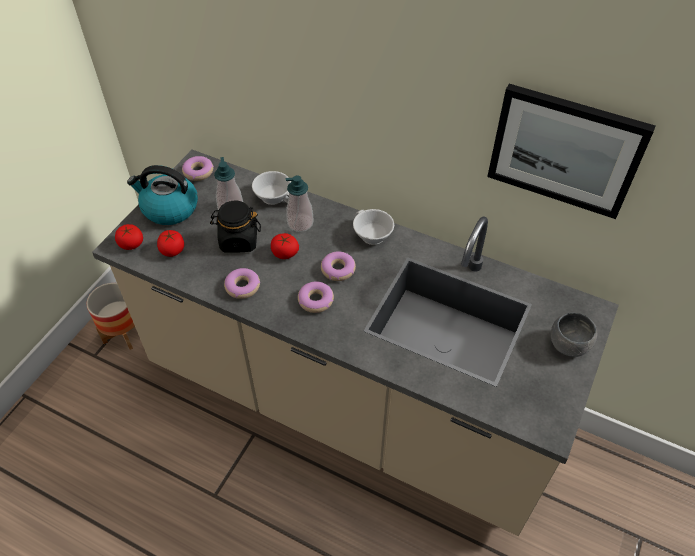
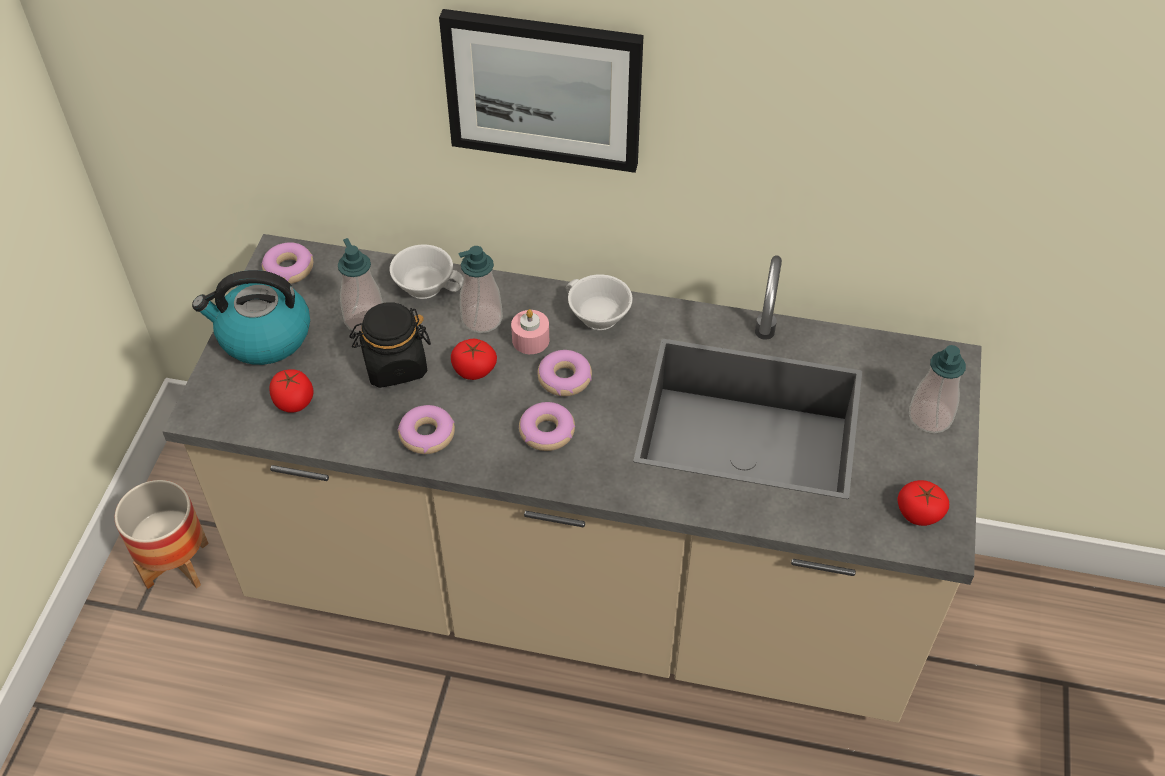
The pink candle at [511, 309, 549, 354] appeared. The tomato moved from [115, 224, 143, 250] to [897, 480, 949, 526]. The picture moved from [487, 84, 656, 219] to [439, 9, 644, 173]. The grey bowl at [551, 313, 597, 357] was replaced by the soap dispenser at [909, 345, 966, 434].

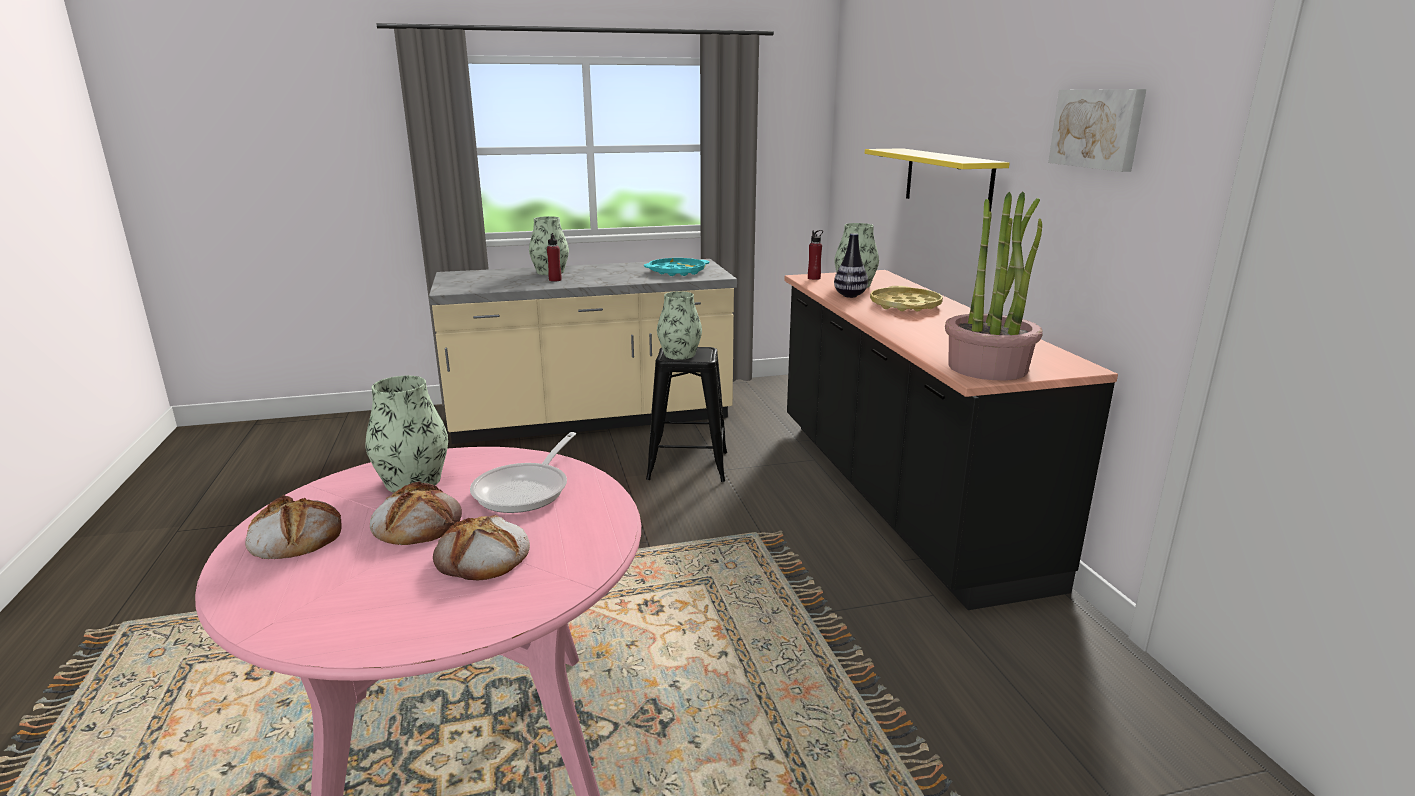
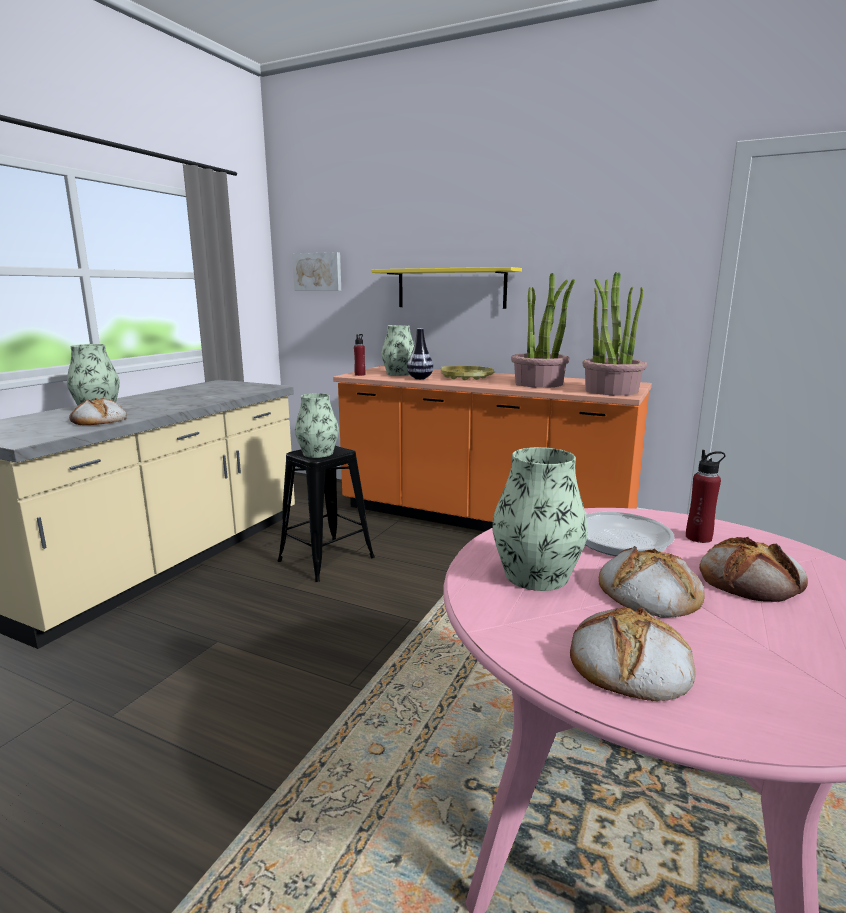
The turquoise tray at [644, 258, 709, 276] disappeared. The bread at [69, 398, 127, 425] appeared. The potted plant at [511, 273, 575, 388] appeared. The red bottle moved from [547, 233, 562, 282] to [686, 450, 725, 543]. The picture moved from [1048, 89, 1146, 172] to [292, 252, 341, 291]. The black counter at [785, 270, 1118, 610] became the orange counter at [333, 366, 652, 531].

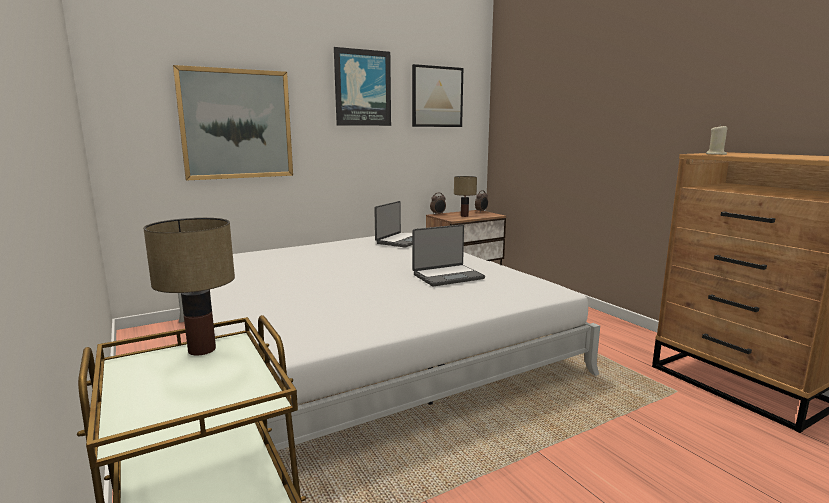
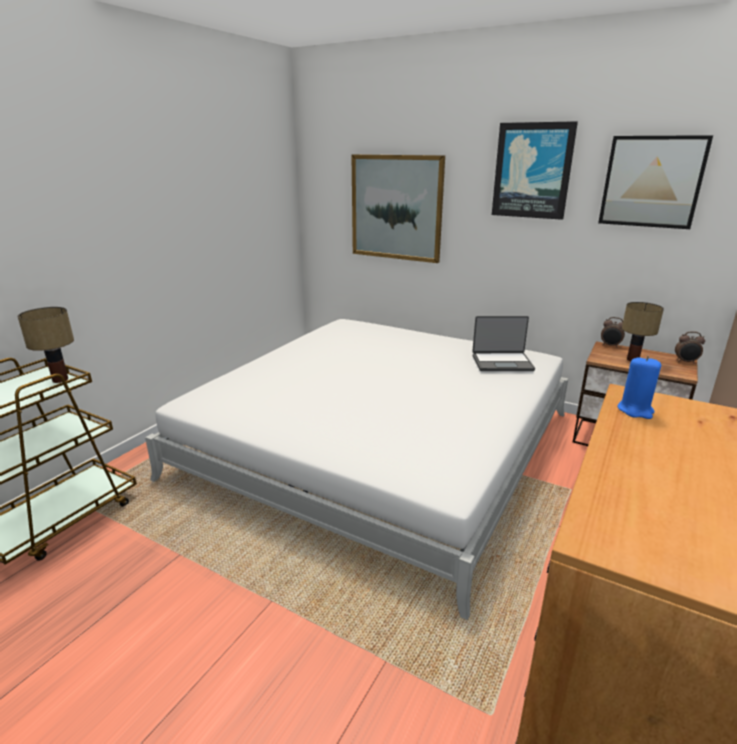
The laptop at [412, 225, 485, 286] disappeared. The beige candle at [706, 124, 727, 155] became the blue candle at [617, 356, 661, 419].

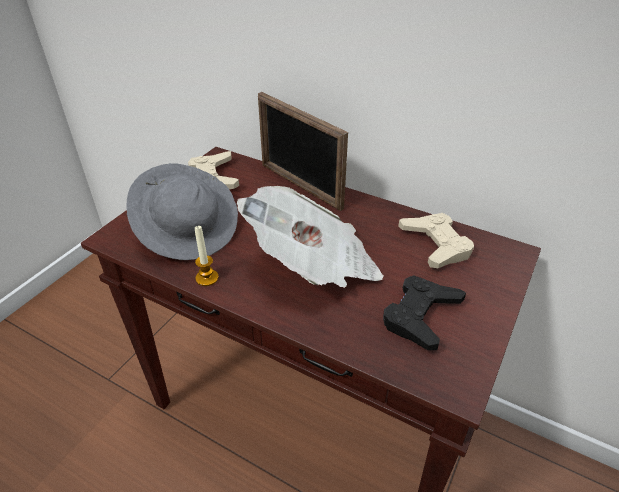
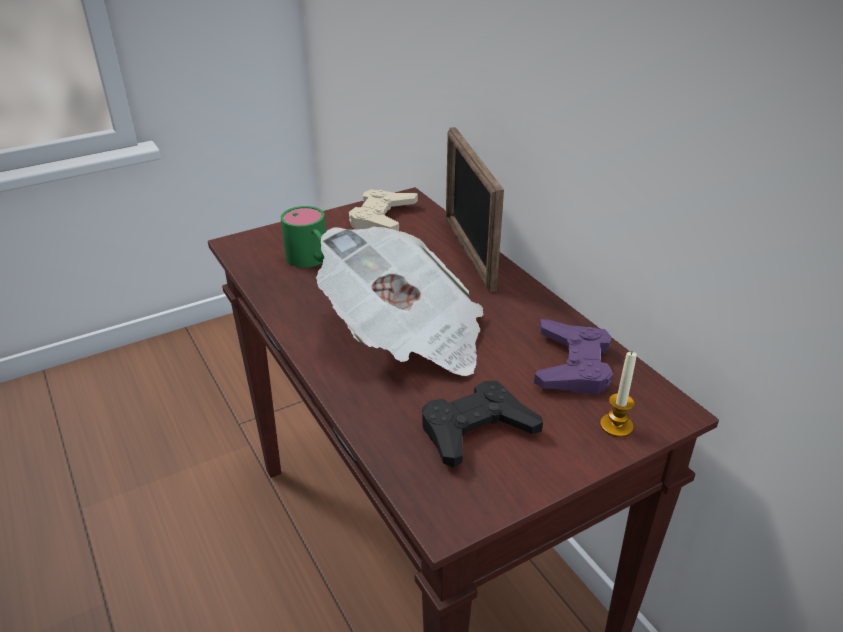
The candle moved from [195, 225, 219, 286] to [600, 352, 637, 437]. The grey hat at [126, 163, 238, 260] was replaced by the green mug at [281, 206, 326, 267]. The beige game controller at [398, 213, 474, 268] became the purple game controller at [534, 319, 613, 394].

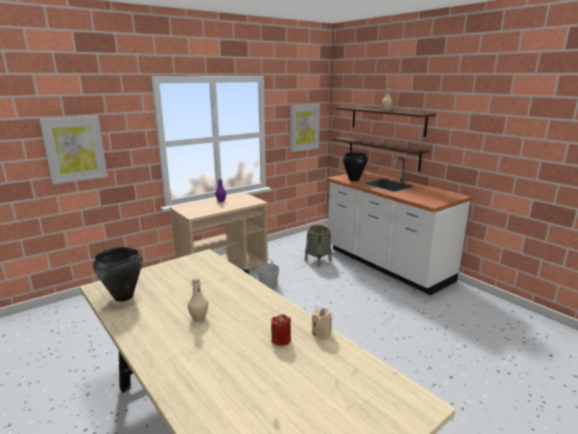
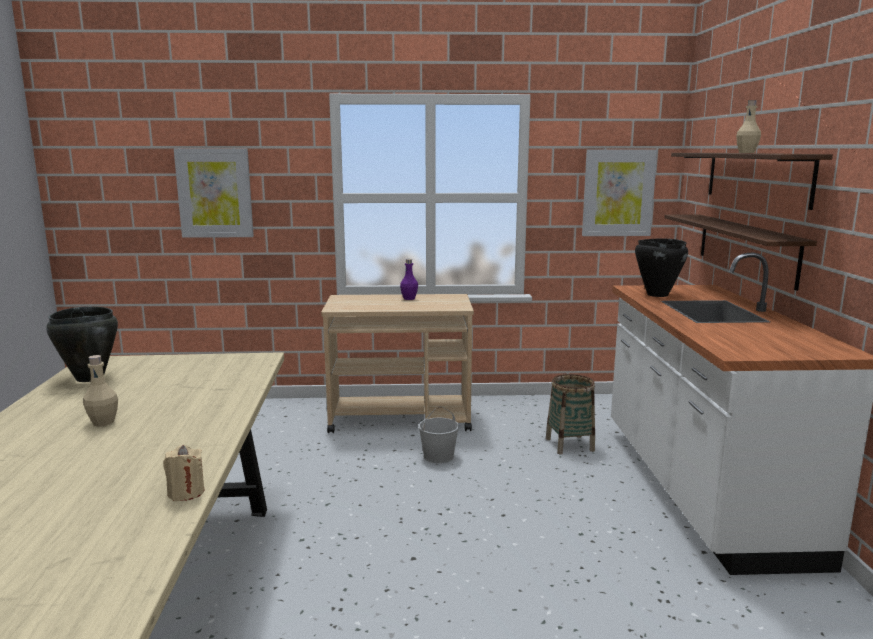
The red candle at [271, 314, 291, 346] disappeared.

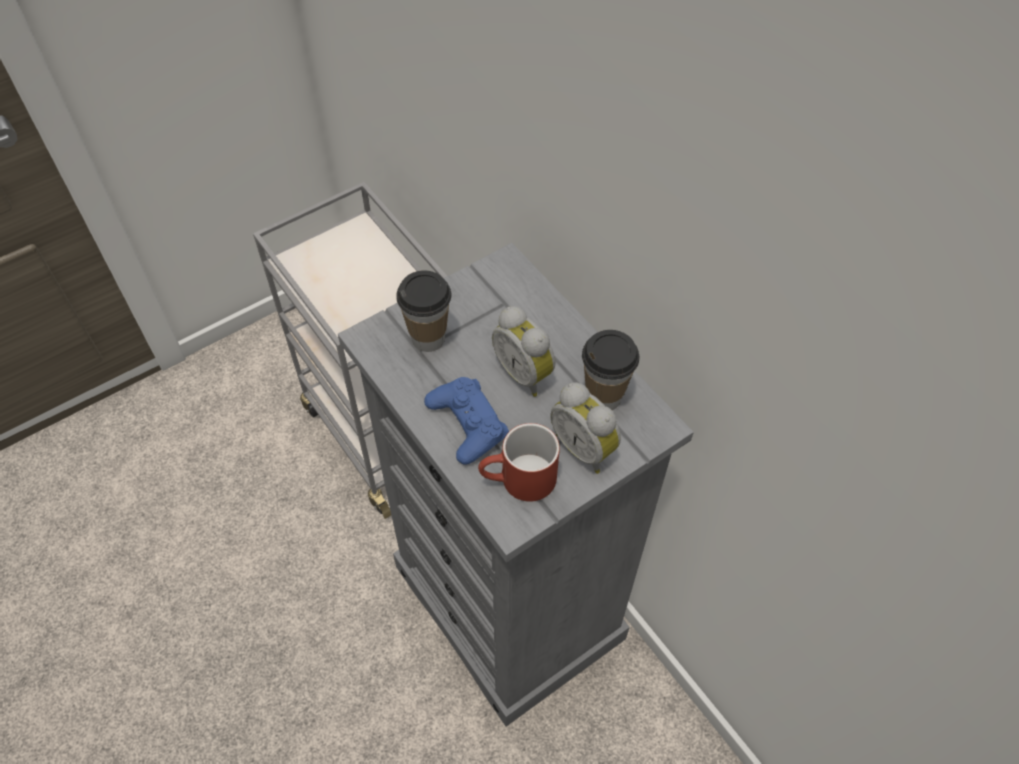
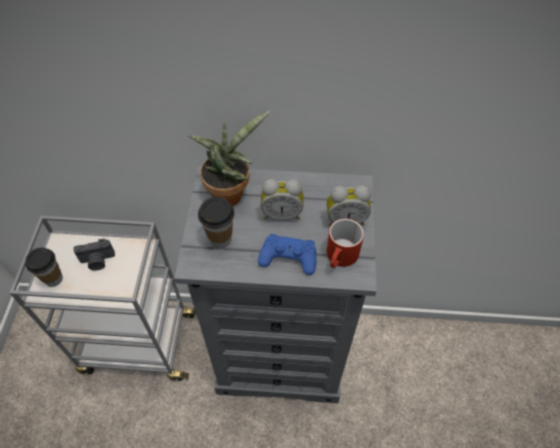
The photo camera at [74, 239, 115, 271] appeared. The potted plant at [188, 111, 270, 206] appeared. The cup moved from [582, 330, 639, 410] to [25, 248, 63, 287].

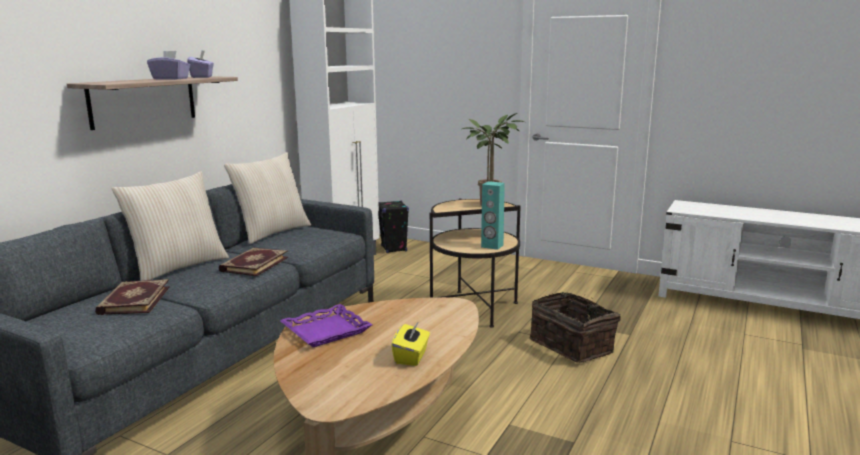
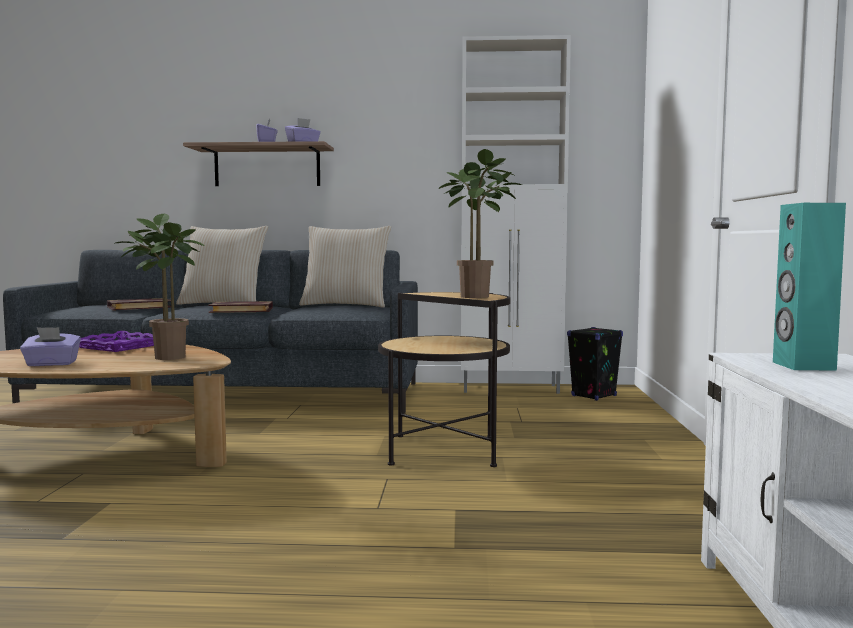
The basket at [529, 292, 621, 363] disappeared. The potted plant at [116, 214, 204, 360] appeared. The turquoise speaker moved from [481, 181, 505, 250] to [773, 203, 846, 370]. The yellow tissue box at [391, 321, 430, 366] became the purple tissue box at [20, 327, 81, 366].

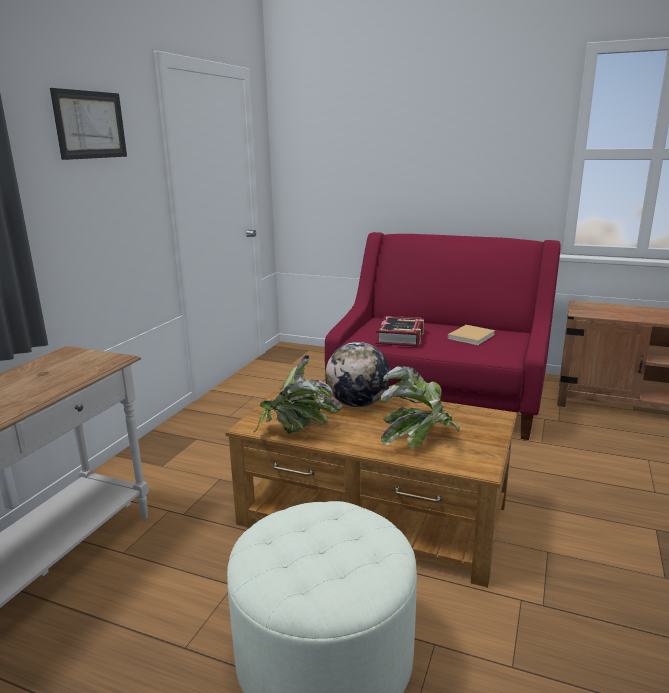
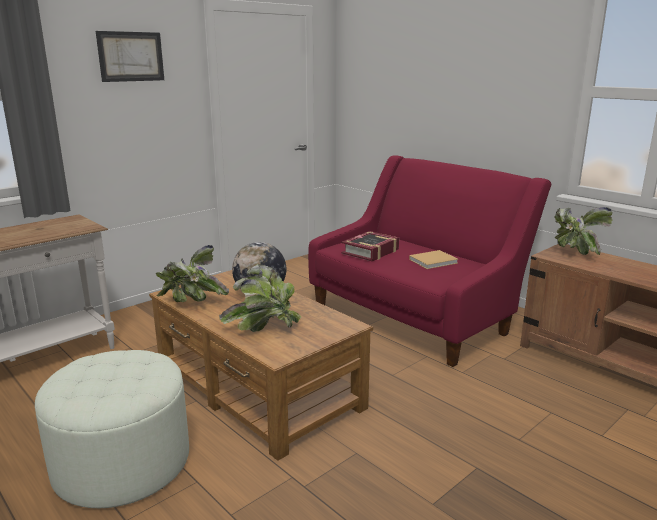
The potted plant at [554, 207, 613, 255] appeared.

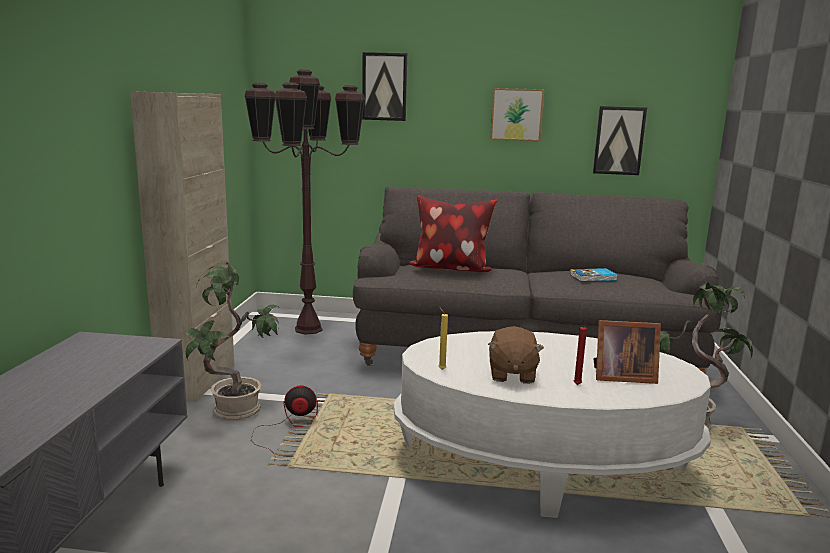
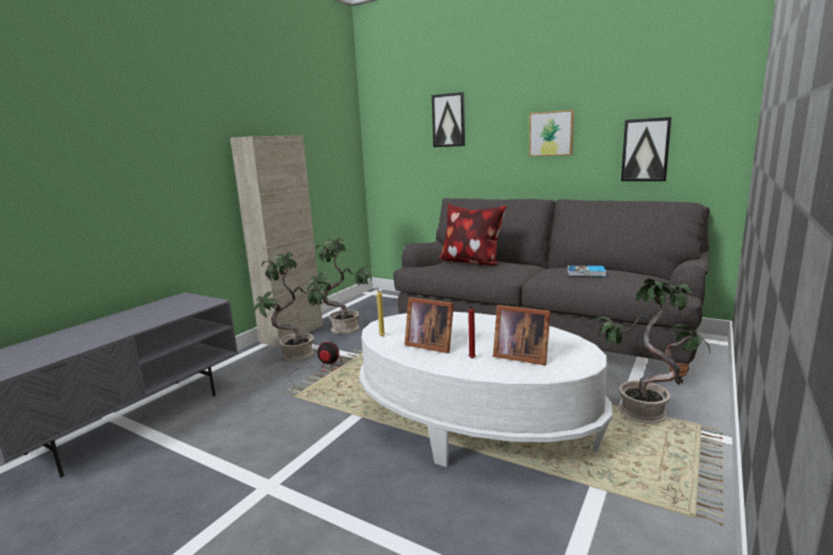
The brown floor lamp at [244, 69, 365, 335] disappeared. The potted plant at [308, 237, 372, 334] appeared. The brown plush toy at [488, 326, 544, 384] was replaced by the picture frame at [405, 297, 454, 353].

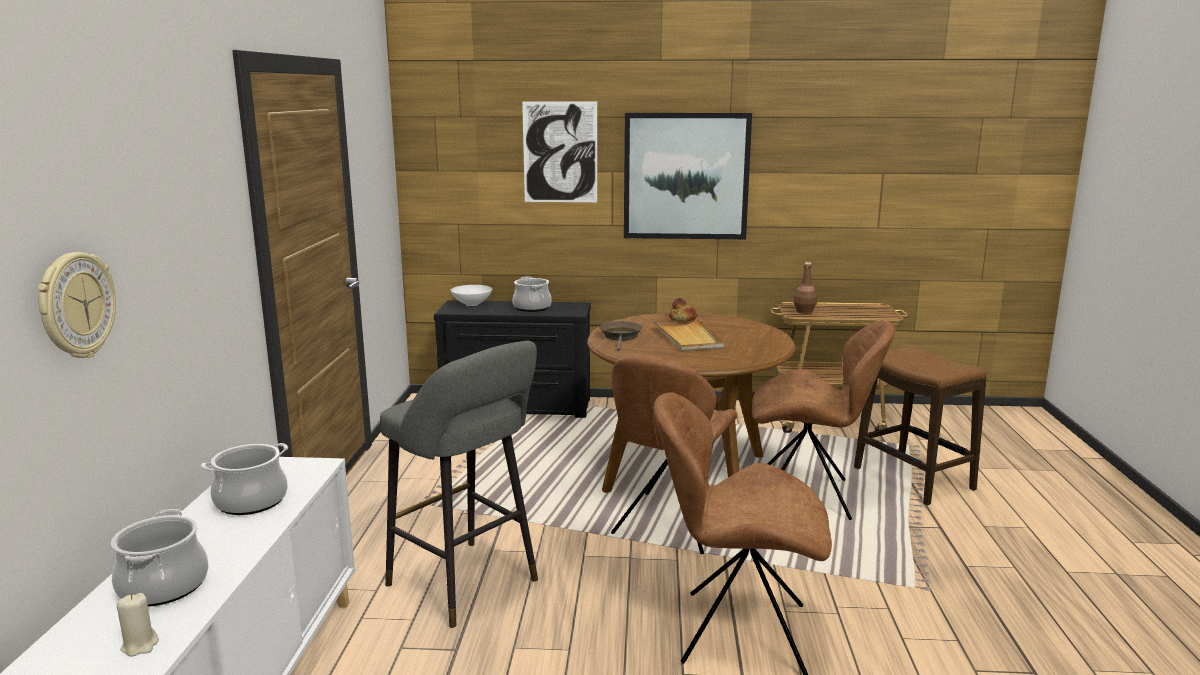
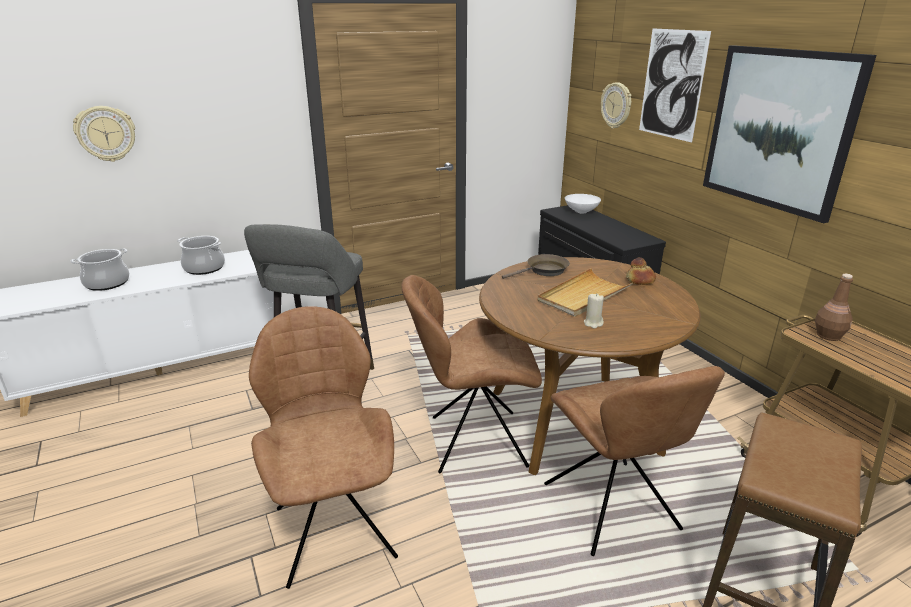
The cooking pot at [512, 276, 552, 312] disappeared. The wall clock at [601, 82, 631, 128] appeared. The beige candle moved from [117, 593, 159, 657] to [584, 293, 604, 329].

